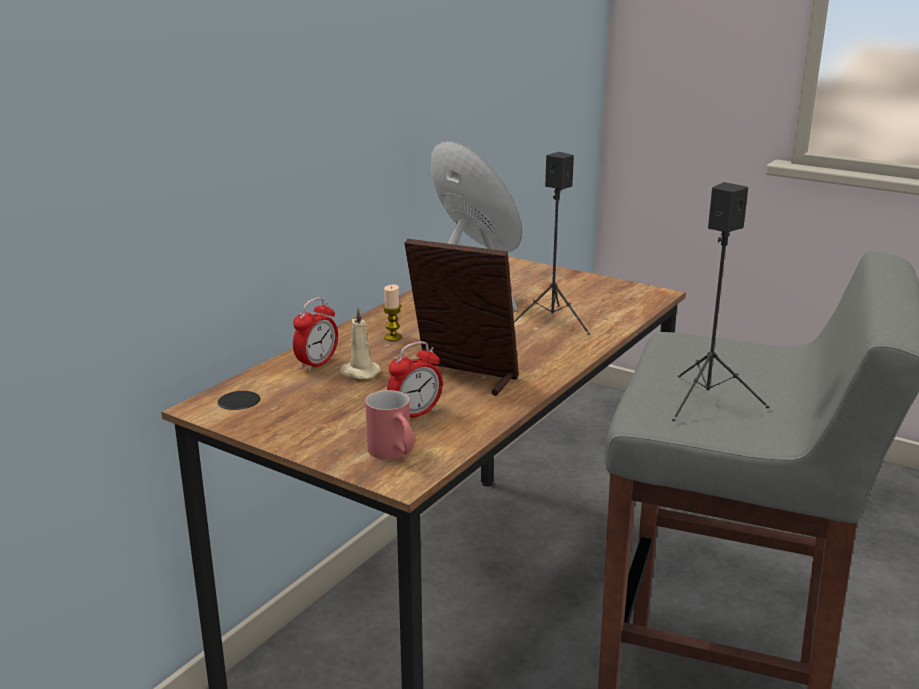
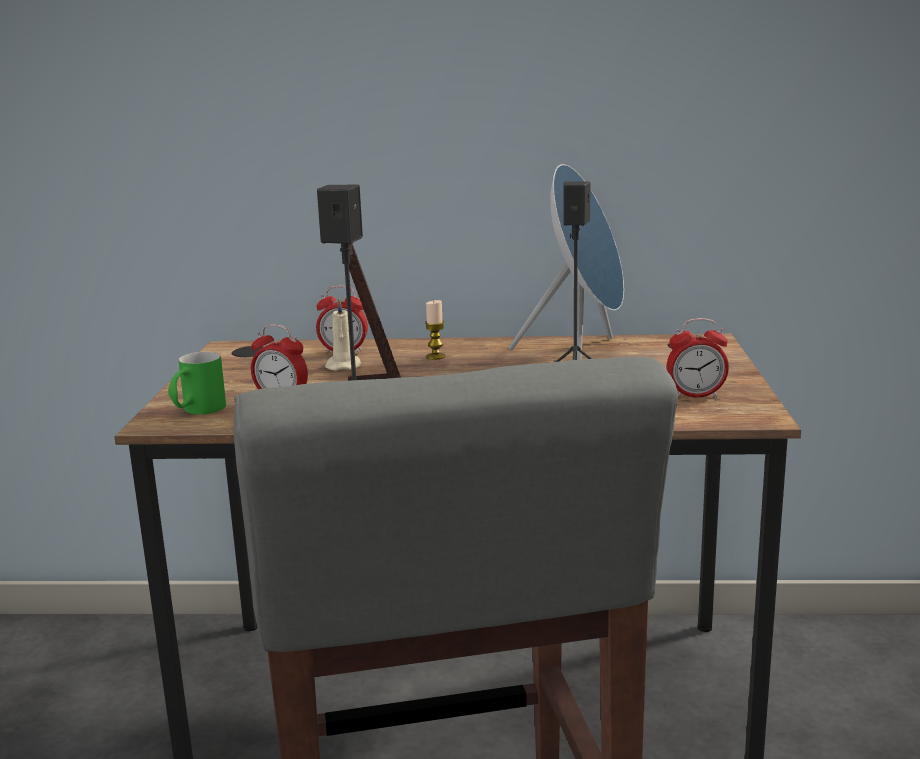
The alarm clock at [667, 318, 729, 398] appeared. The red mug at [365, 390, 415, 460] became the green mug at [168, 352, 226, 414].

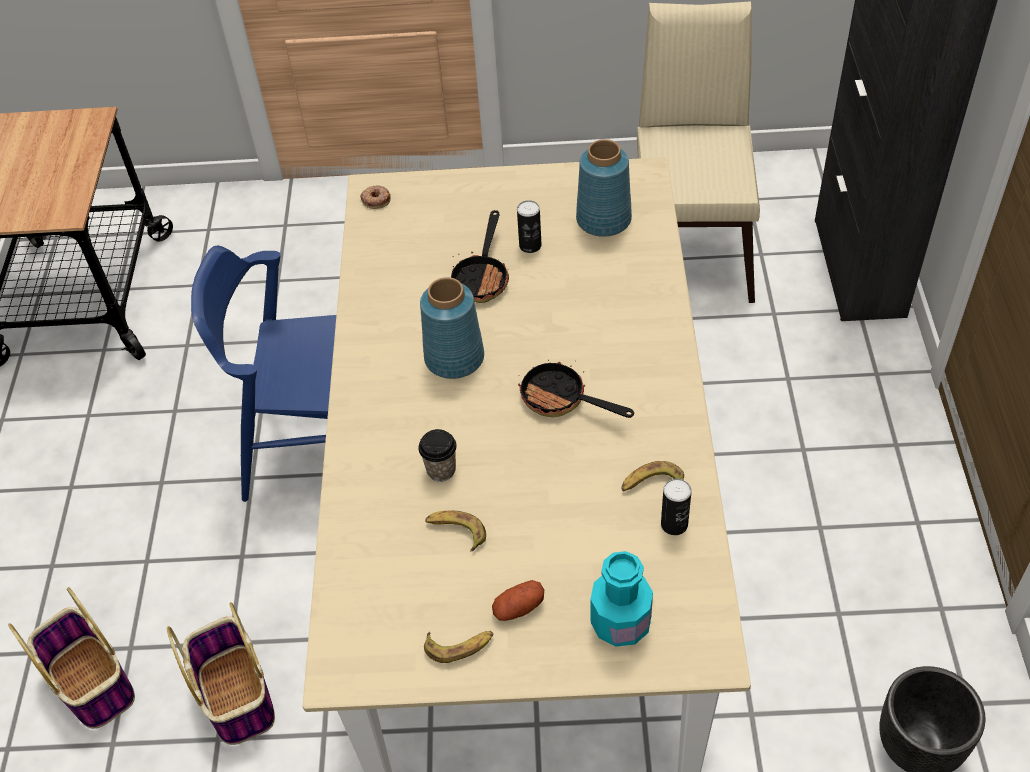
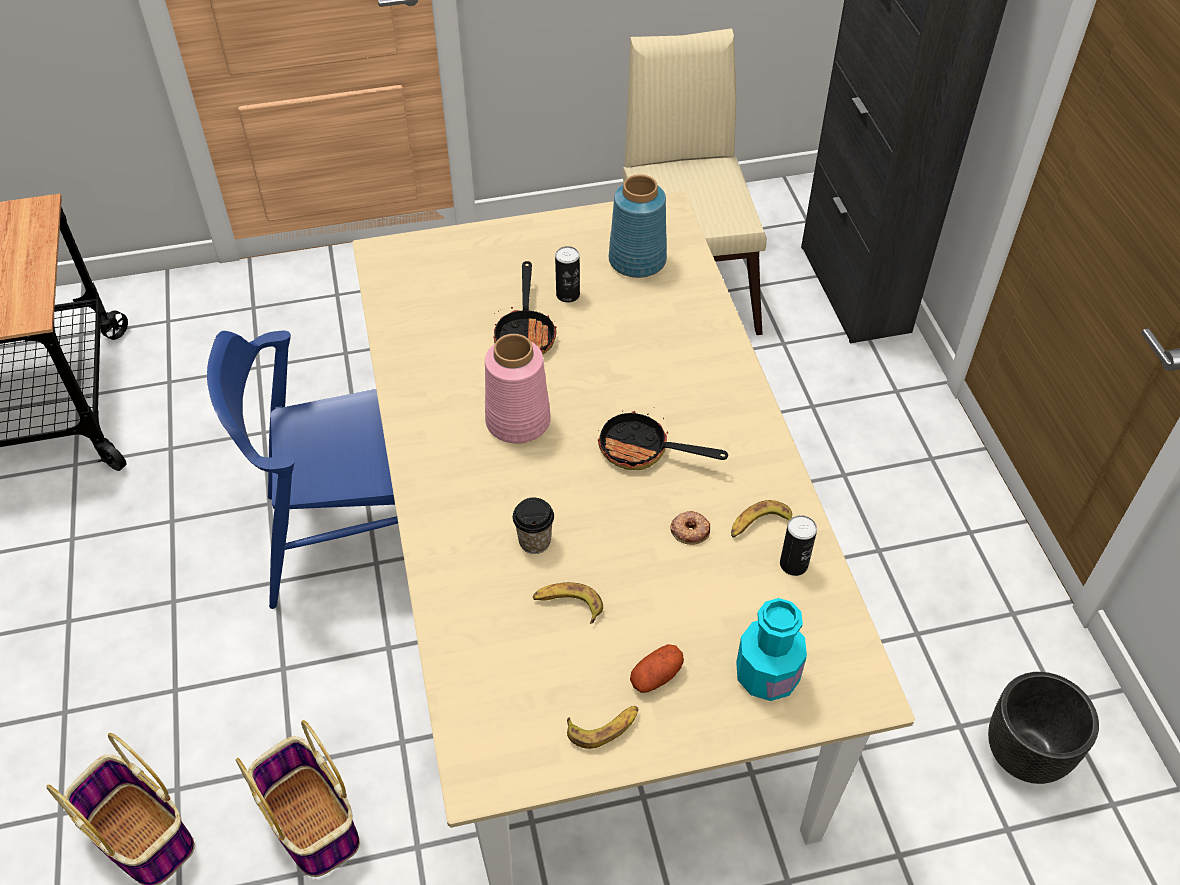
The donut moved from [360, 186, 391, 209] to [670, 511, 710, 545]. The blue vase at [420, 277, 484, 379] became the pink vase at [485, 334, 551, 443].

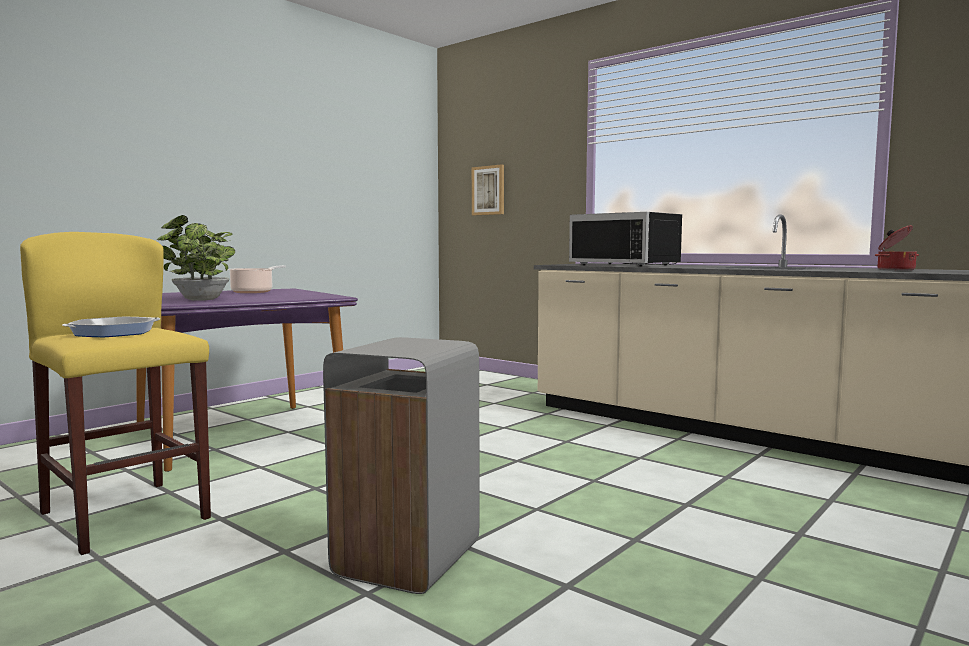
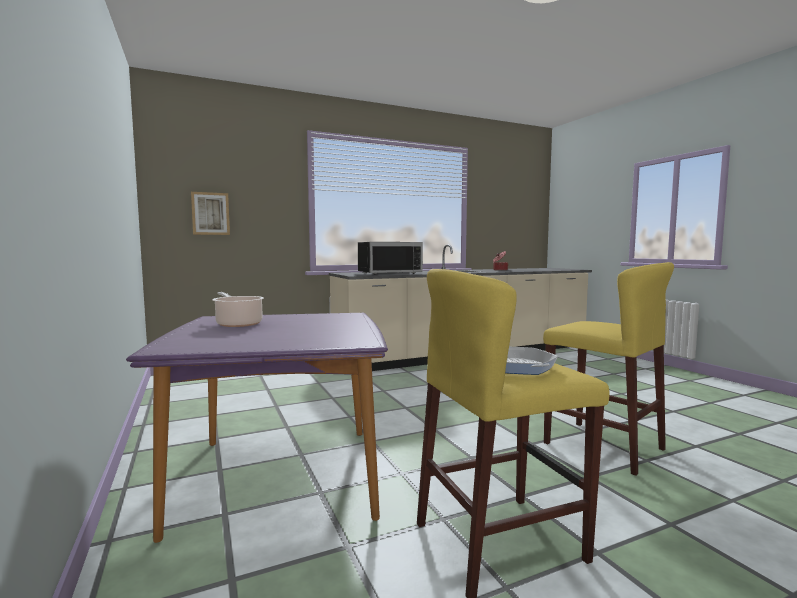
The potted plant at [156, 215, 235, 301] disappeared. The grey trash can at [323, 337, 479, 594] was replaced by the yellow stool at [543, 262, 674, 476].

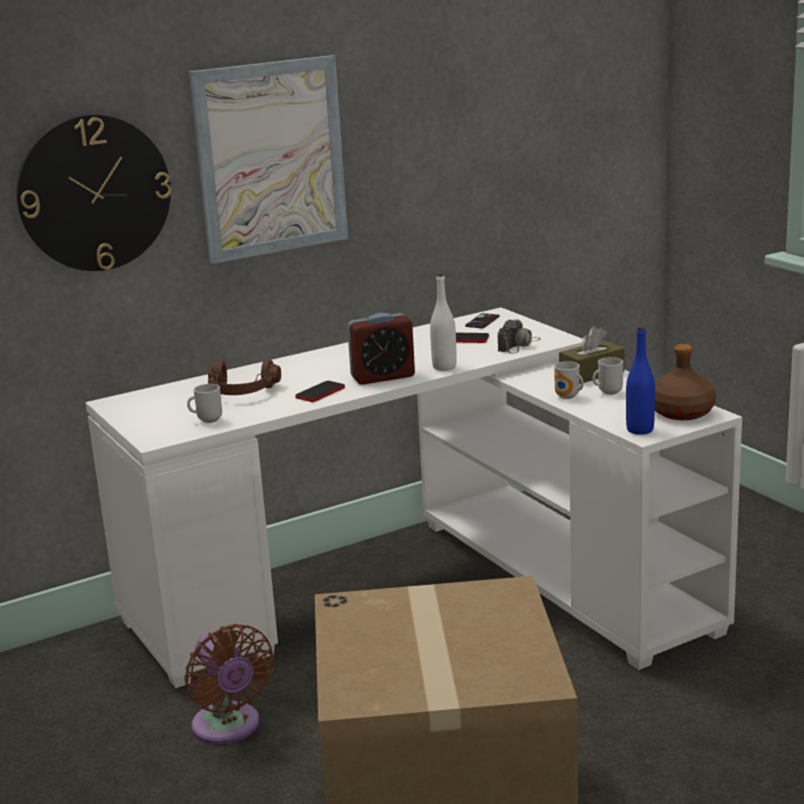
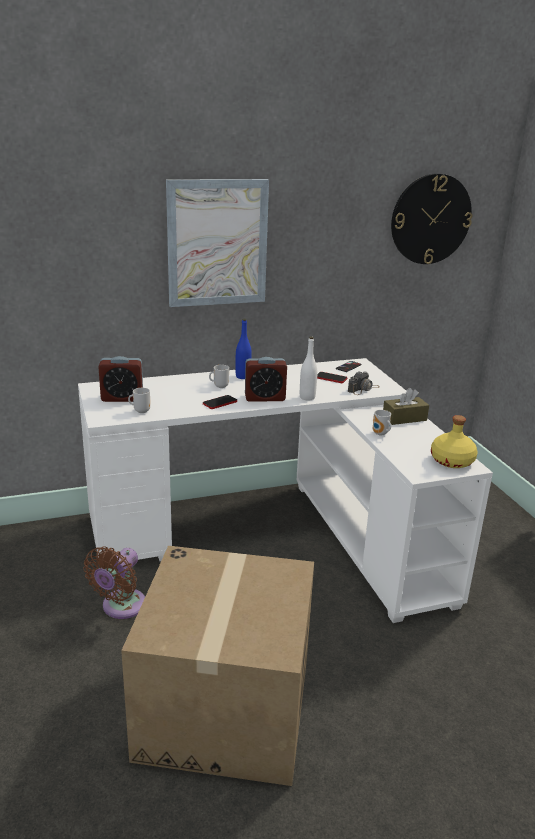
The brown headphones at [208, 359, 281, 395] disappeared. The alarm clock at [98, 356, 143, 402] appeared. The wall clock moved from [16, 114, 171, 271] to [391, 173, 472, 264]. The mug moved from [593, 357, 623, 395] to [209, 365, 229, 388]. The blue bottle moved from [626, 326, 655, 435] to [236, 319, 252, 379]. The brown bottle at [655, 344, 716, 420] became the yellow bottle at [431, 415, 478, 468]. The brown fan at [184, 624, 274, 744] turned 45 degrees clockwise.

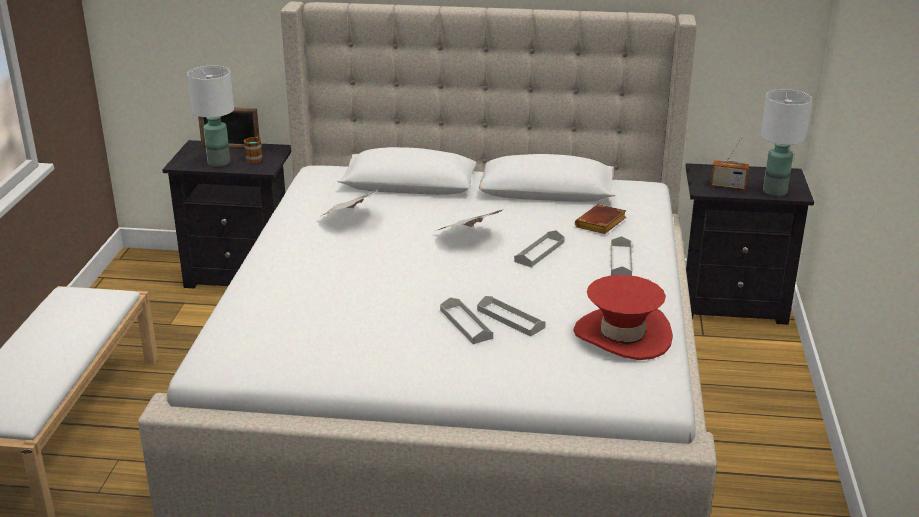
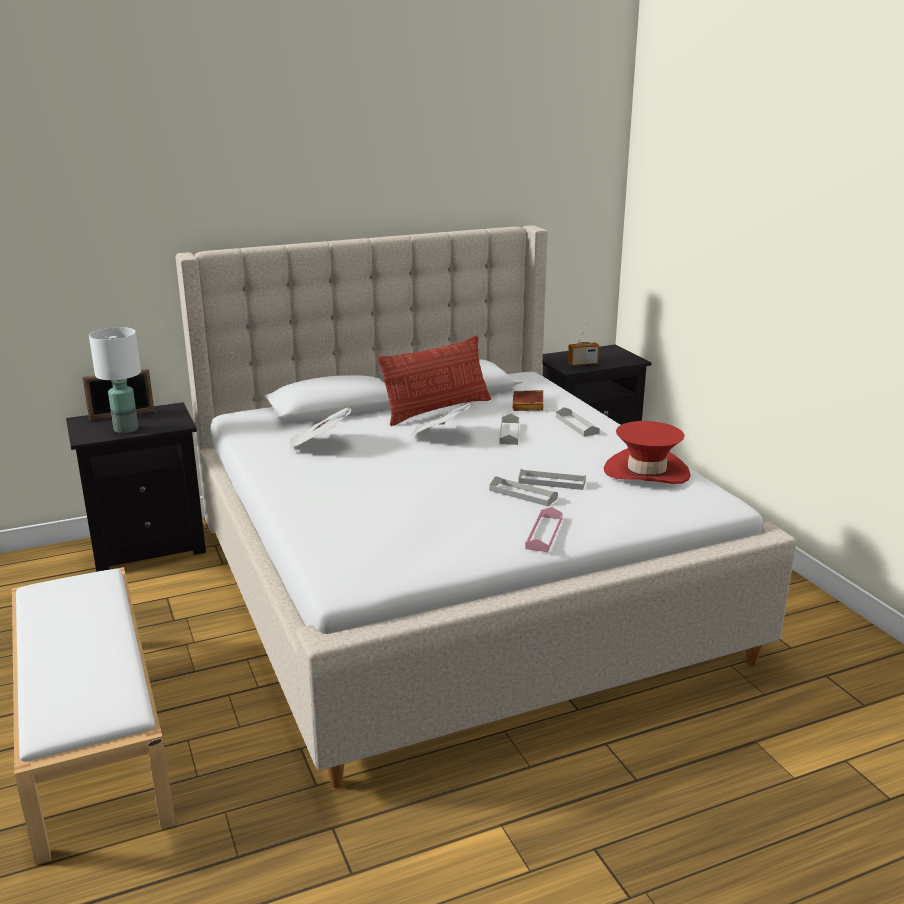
The mug at [244, 136, 263, 163] disappeared. The white table lamp at [761, 89, 812, 196] disappeared. The pillow at [377, 335, 491, 426] appeared. The pink tray at [525, 507, 563, 552] appeared.

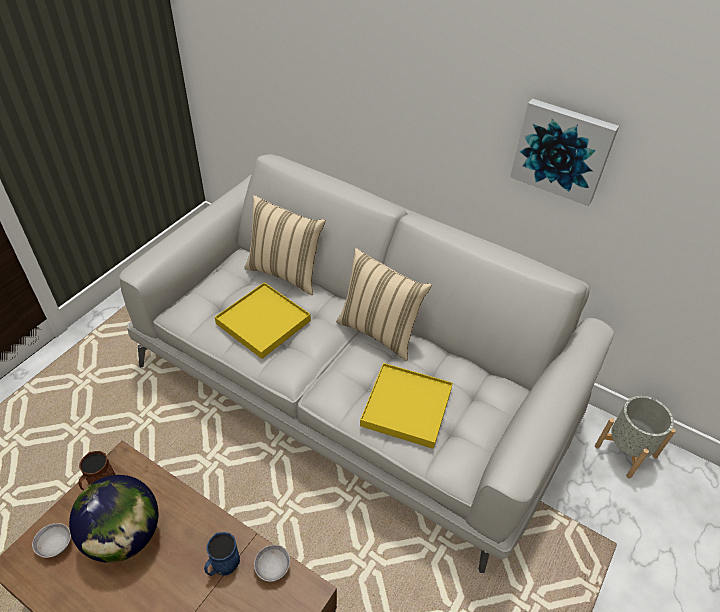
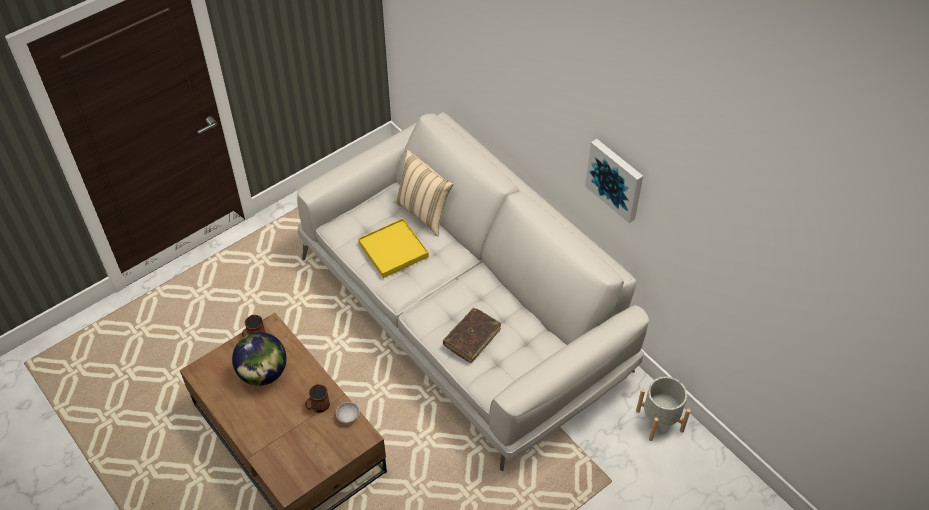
The grey bowl at [32, 523, 71, 558] disappeared. The beige pillow at [336, 248, 432, 361] disappeared. The yellow tray at [360, 363, 453, 449] was replaced by the brown book at [443, 308, 501, 363]. The blue mug at [204, 532, 240, 576] became the brown mug at [305, 384, 330, 413].

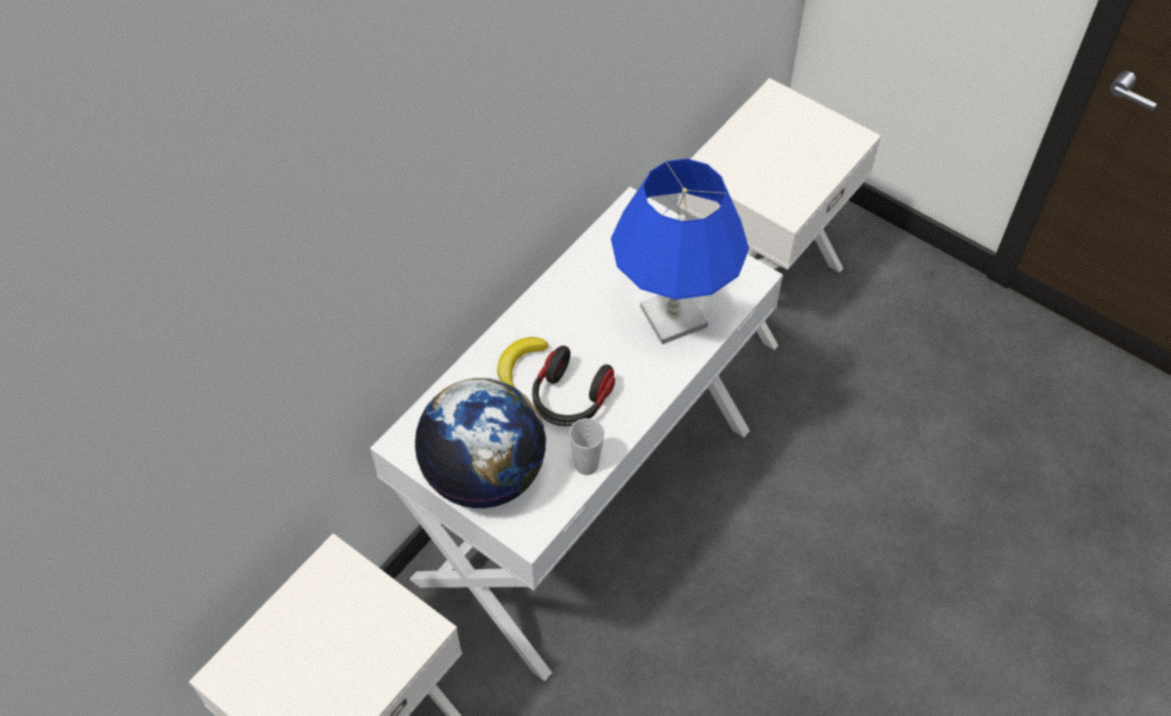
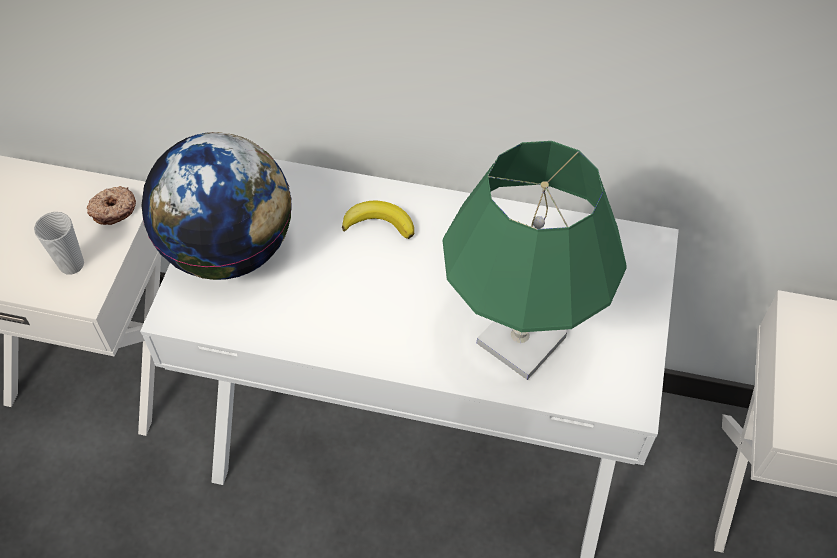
The headphones at [532, 346, 615, 426] disappeared. The donut at [87, 186, 136, 225] appeared. The cup moved from [569, 418, 605, 475] to [34, 212, 84, 275]. The blue table lamp at [611, 158, 749, 344] became the green table lamp at [443, 141, 627, 380].

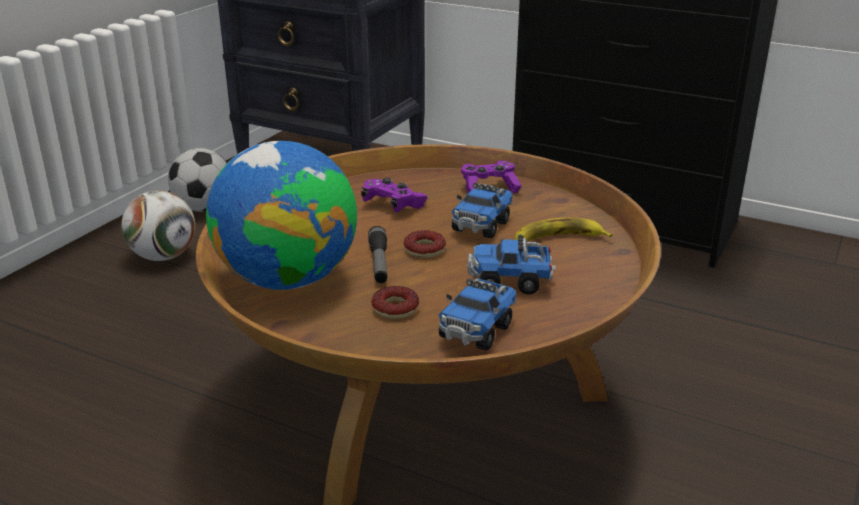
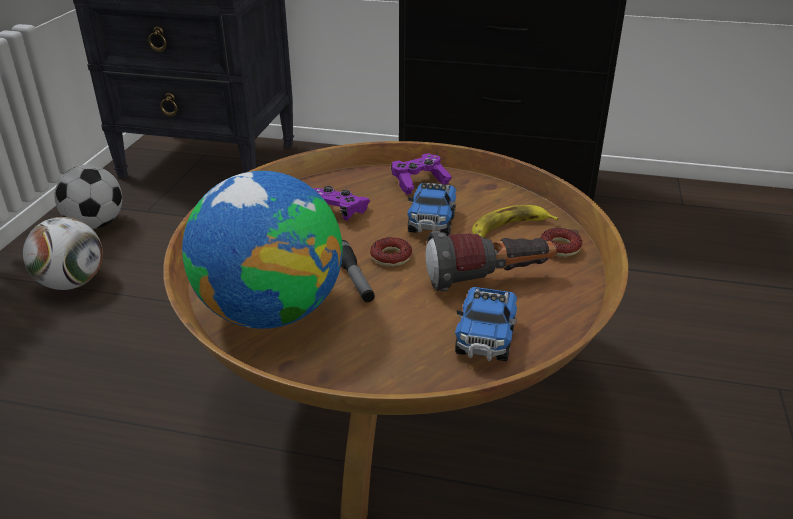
The donut moved from [371, 286, 419, 319] to [541, 228, 582, 257]. The toy truck at [467, 234, 556, 295] was replaced by the flashlight at [425, 231, 557, 292].

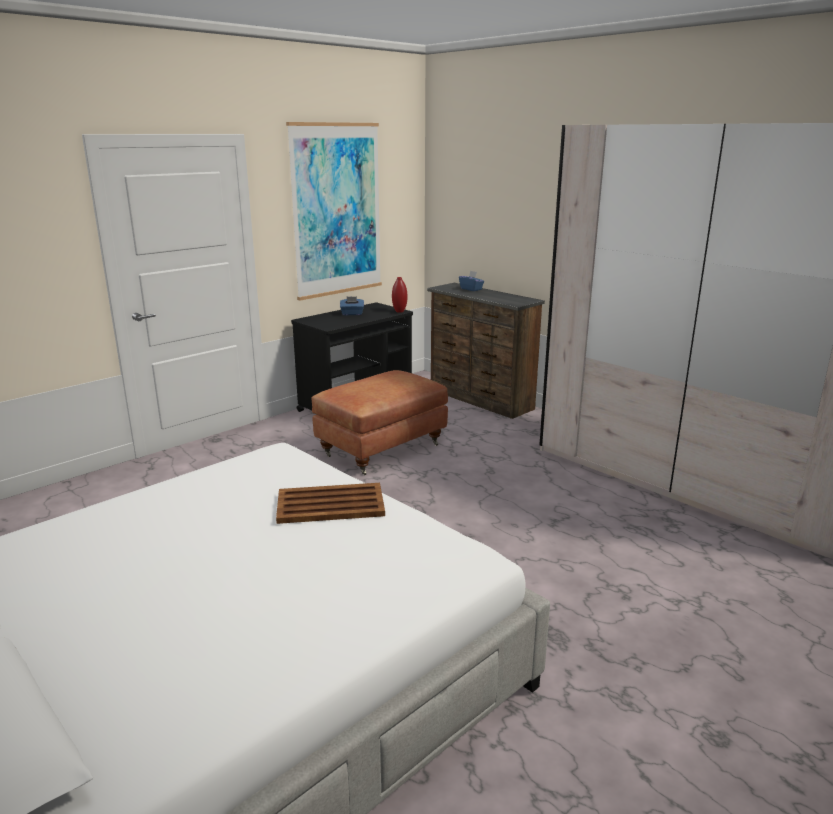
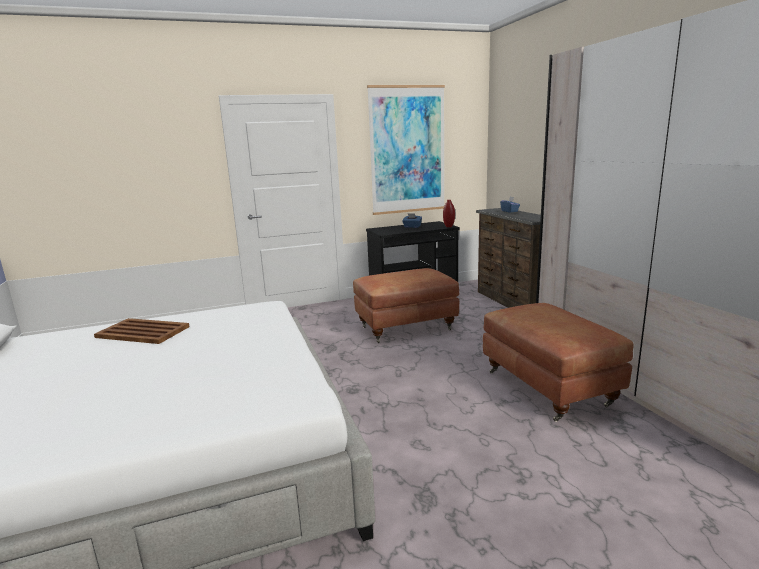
The brown ottoman at [483, 303, 634, 422] appeared. The brown tray moved from [276, 483, 385, 524] to [94, 318, 189, 344].

